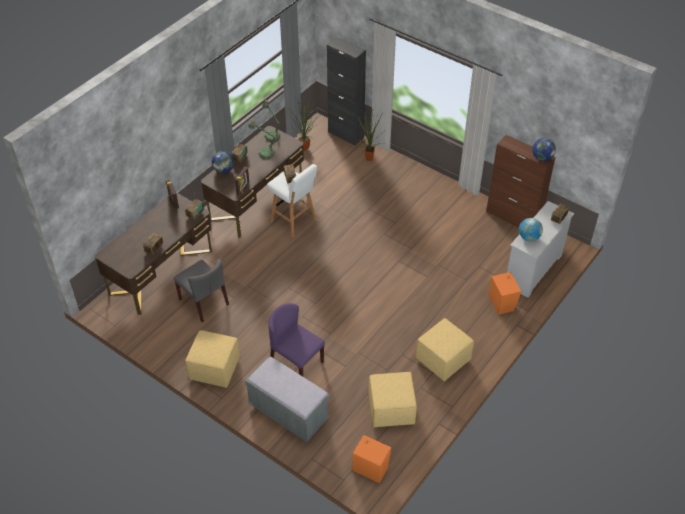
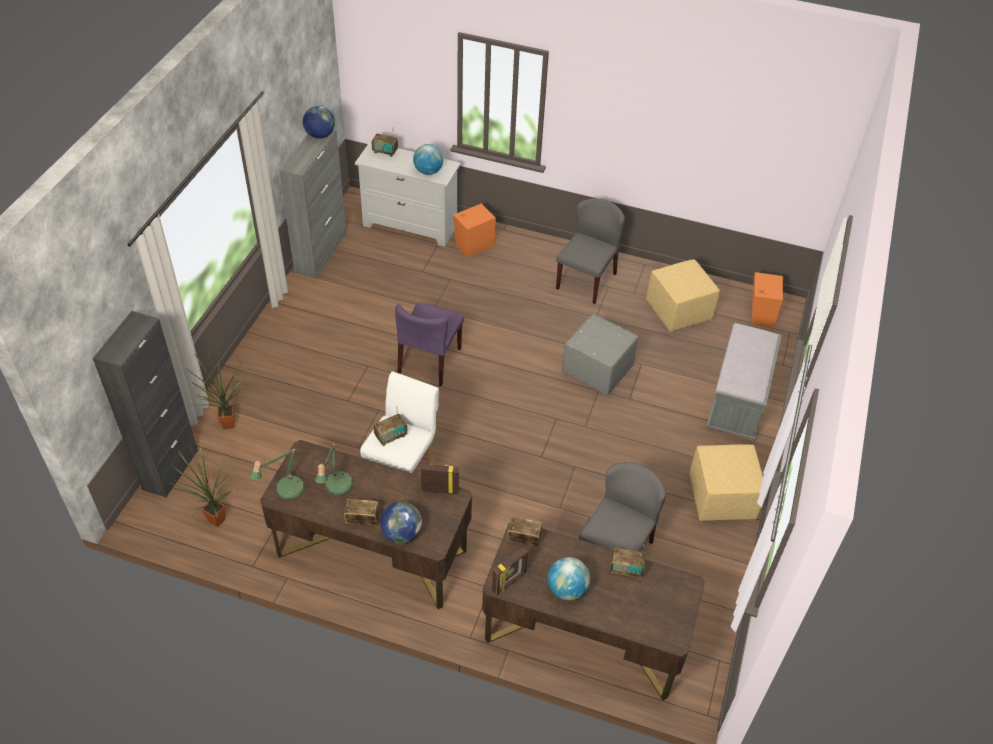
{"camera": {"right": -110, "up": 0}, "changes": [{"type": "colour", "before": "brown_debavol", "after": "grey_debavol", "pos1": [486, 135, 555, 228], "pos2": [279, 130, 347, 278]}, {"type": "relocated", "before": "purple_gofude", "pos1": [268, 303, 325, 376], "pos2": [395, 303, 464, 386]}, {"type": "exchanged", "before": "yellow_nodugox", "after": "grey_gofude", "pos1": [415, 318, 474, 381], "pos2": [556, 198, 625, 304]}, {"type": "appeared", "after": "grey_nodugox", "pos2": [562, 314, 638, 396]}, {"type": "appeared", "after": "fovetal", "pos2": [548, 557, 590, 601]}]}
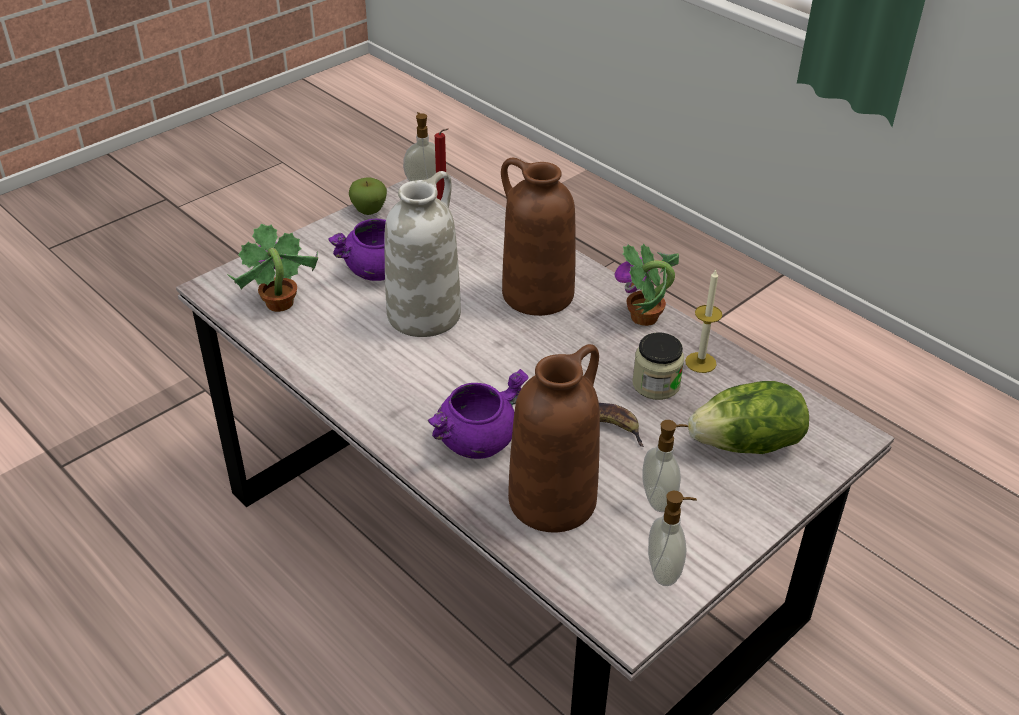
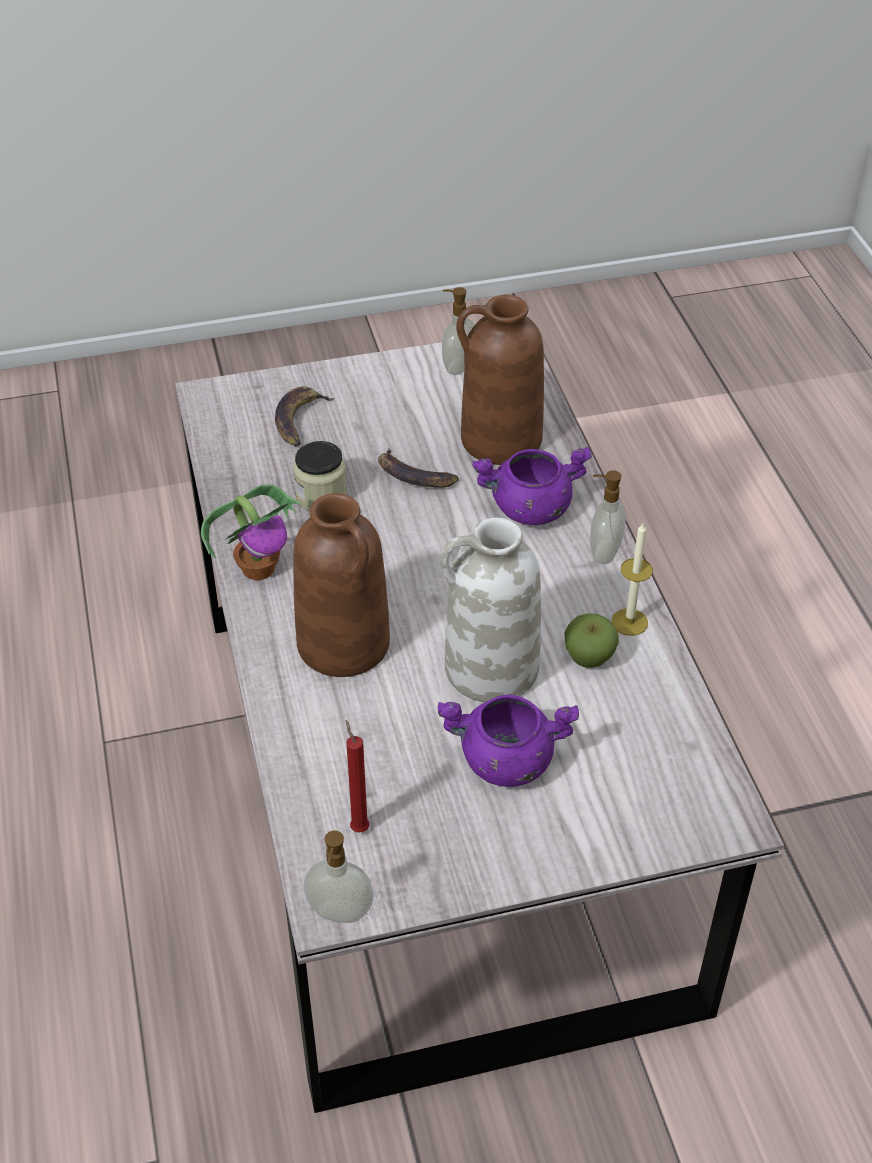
{"camera": {"right": -150, "up": 5}, "changes": [{"type": "relocated", "before": "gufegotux", "pos1": [349, 177, 387, 215], "pos2": [564, 614, 619, 668]}, {"type": "missing", "before": "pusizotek", "pos1": [227, 223, 318, 312]}, {"type": "relocated", "before": "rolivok", "pos1": [685, 269, 722, 373], "pos2": [611, 523, 653, 636]}, {"type": "exchanged", "before": "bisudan", "after": "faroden", "pos1": [688, 381, 809, 454], "pos2": [275, 386, 335, 446]}, {"type": "relocated", "before": "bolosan", "pos1": [642, 420, 688, 512], "pos2": [590, 470, 626, 564]}]}
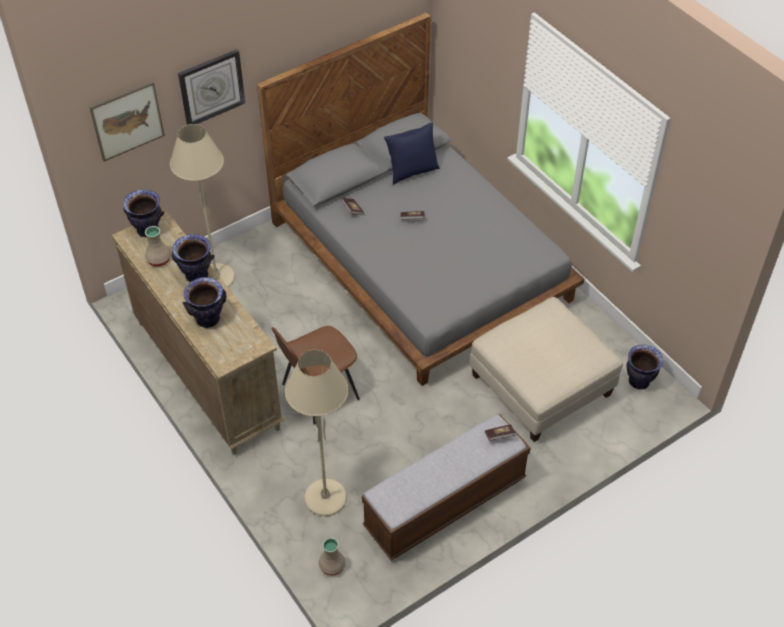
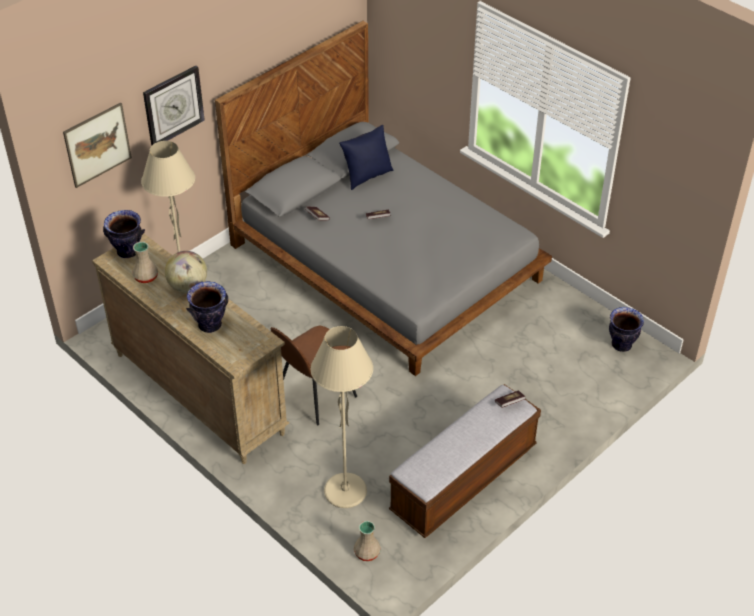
{"camera": {"right": -10, "up": -5}, "changes": [{"type": "exchanged", "before": "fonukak", "after": "fovetal", "pos1": [172, 234, 215, 282], "pos2": [165, 251, 207, 293]}, {"type": "missing", "before": "beige_nodugox", "pos1": [470, 297, 623, 442]}]}
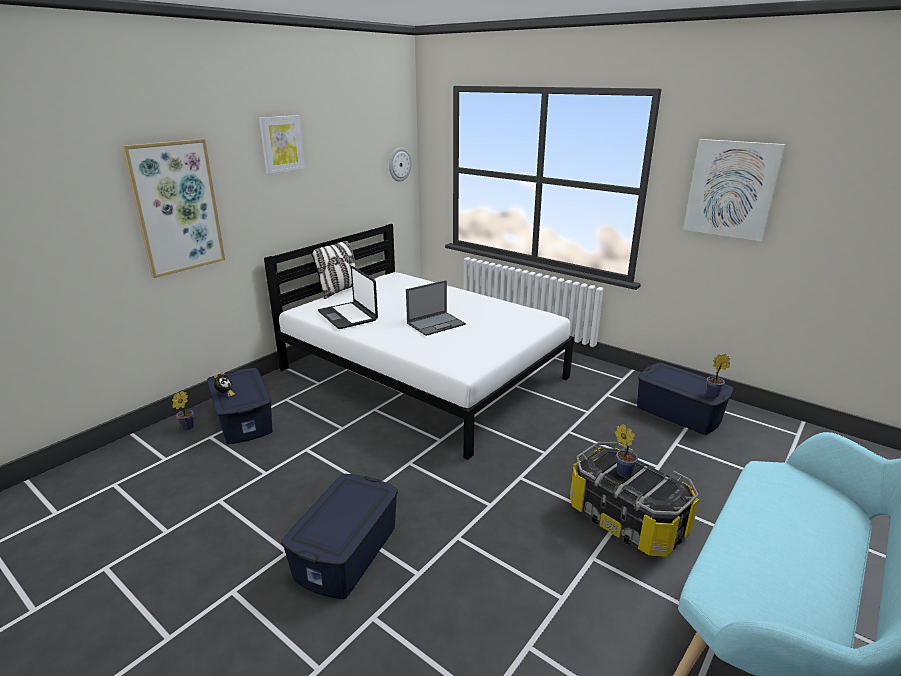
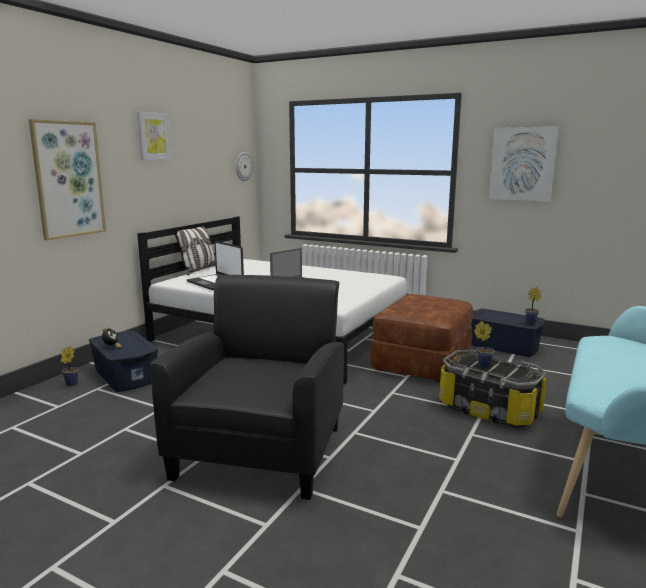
{"camera": {"right": -10, "up": -10}, "changes": [{"type": "exchanged", "before": "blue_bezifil", "after": "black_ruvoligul", "pos1": [281, 474, 398, 599], "pos2": [150, 275, 344, 500]}, {"type": "appeared", "after": "brown_nodugox", "pos2": [370, 294, 473, 383]}]}
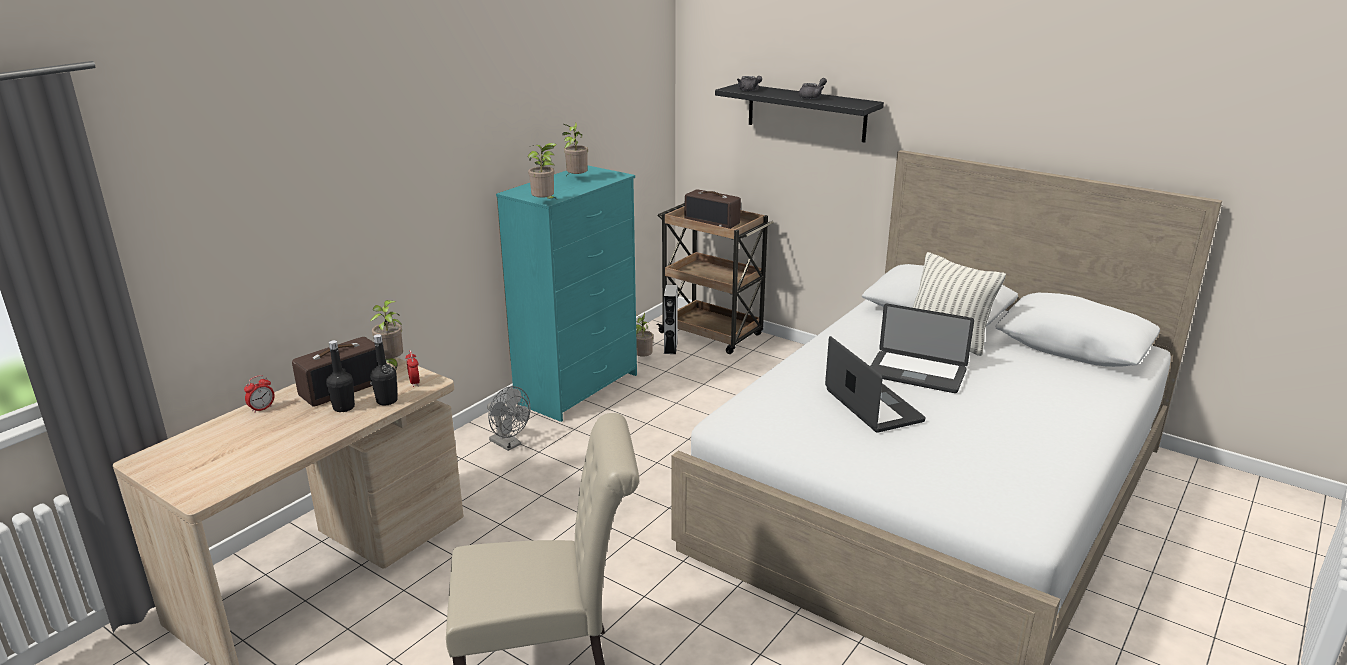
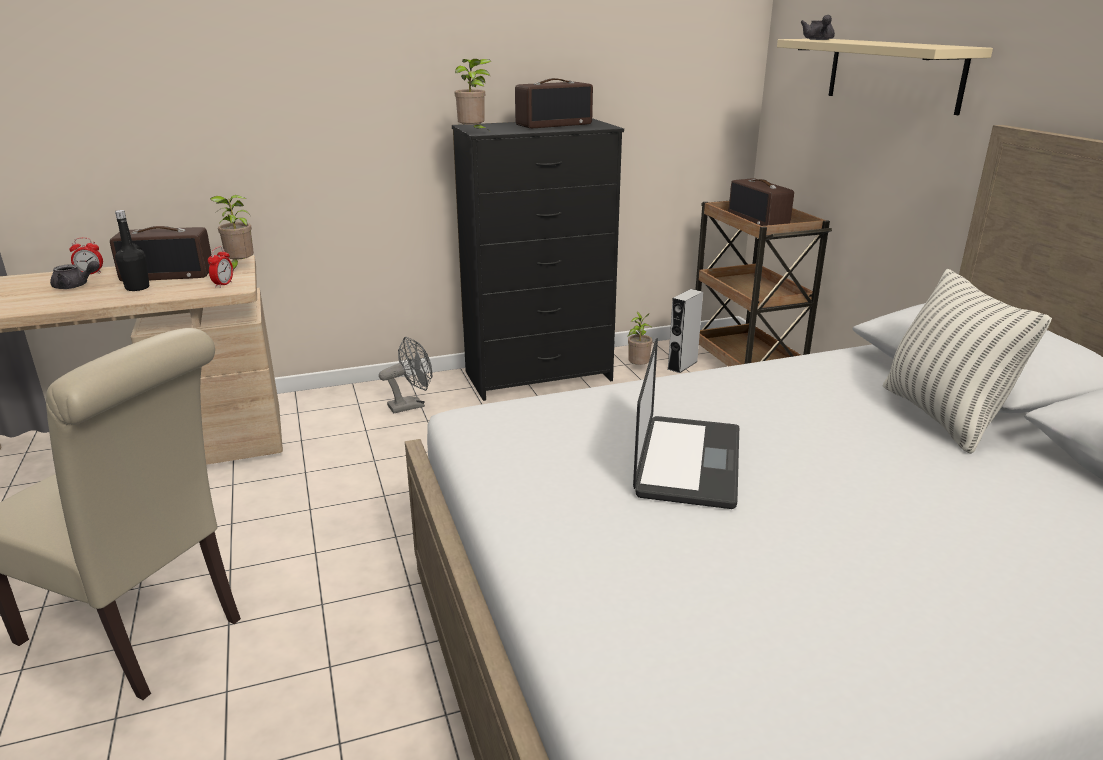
{"camera": {"right": 35, "up": 0}, "changes": [{"type": "relocated", "before": "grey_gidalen", "pos1": [798, 78, 827, 99], "pos2": [50, 261, 100, 289]}, {"type": "colour", "before": "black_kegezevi", "after": "beige_kegezevi", "pos1": [715, 84, 884, 143], "pos2": [777, 39, 993, 115]}, {"type": "exchanged", "before": "pusizotek", "after": "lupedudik", "pos1": [563, 123, 588, 177], "pos2": [515, 78, 593, 128]}, {"type": "colour", "before": "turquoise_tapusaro", "after": "black_tapusaro", "pos1": [496, 166, 637, 422], "pos2": [452, 119, 624, 401]}, {"type": "missing", "before": "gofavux", "pos1": [870, 304, 974, 393]}, {"type": "missing", "before": "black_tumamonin", "pos1": [370, 334, 398, 405]}, {"type": "spun", "before": "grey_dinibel", "pos1": [487, 386, 530, 451], "pos2": [379, 337, 432, 413], "turn": -105}]}
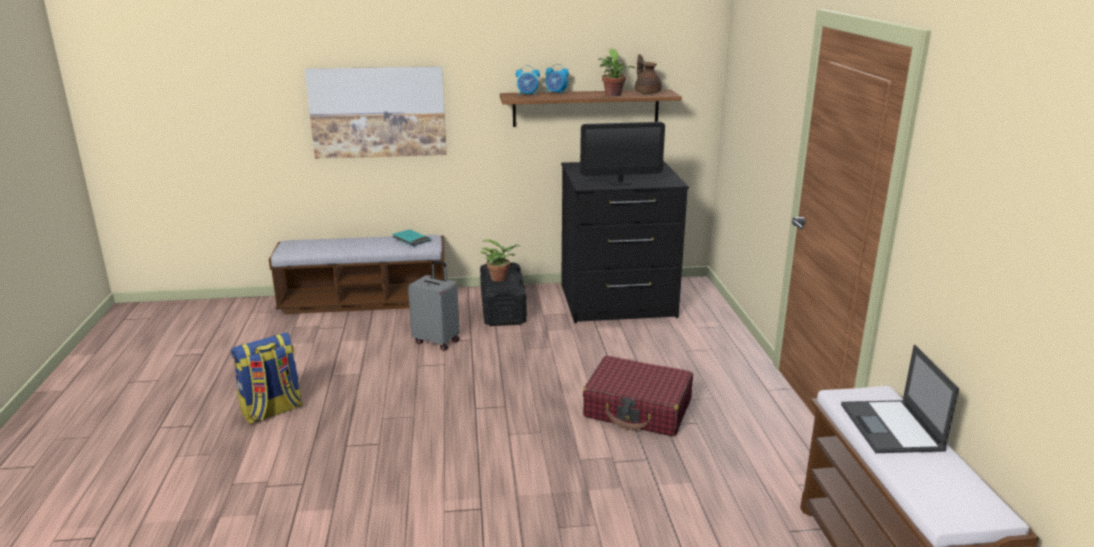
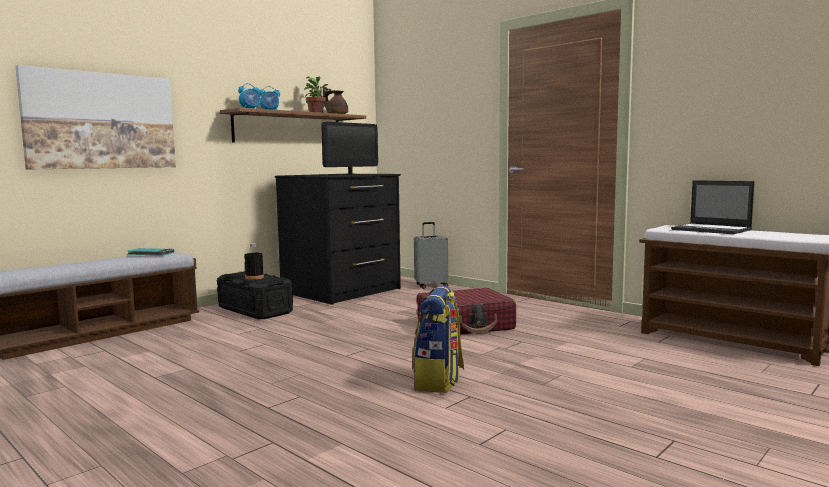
{"camera": {"right": -40, "up": -15}, "changes": [{"type": "exchanged", "before": "pusizotek", "after": "black_tumamonin", "pos1": [480, 239, 520, 282], "pos2": [244, 243, 264, 280]}, {"type": "relocated", "before": "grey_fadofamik", "pos1": [408, 260, 459, 351], "pos2": [414, 222, 448, 289]}, {"type": "relocated", "before": "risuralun", "pos1": [231, 332, 303, 424], "pos2": [412, 285, 464, 393]}]}
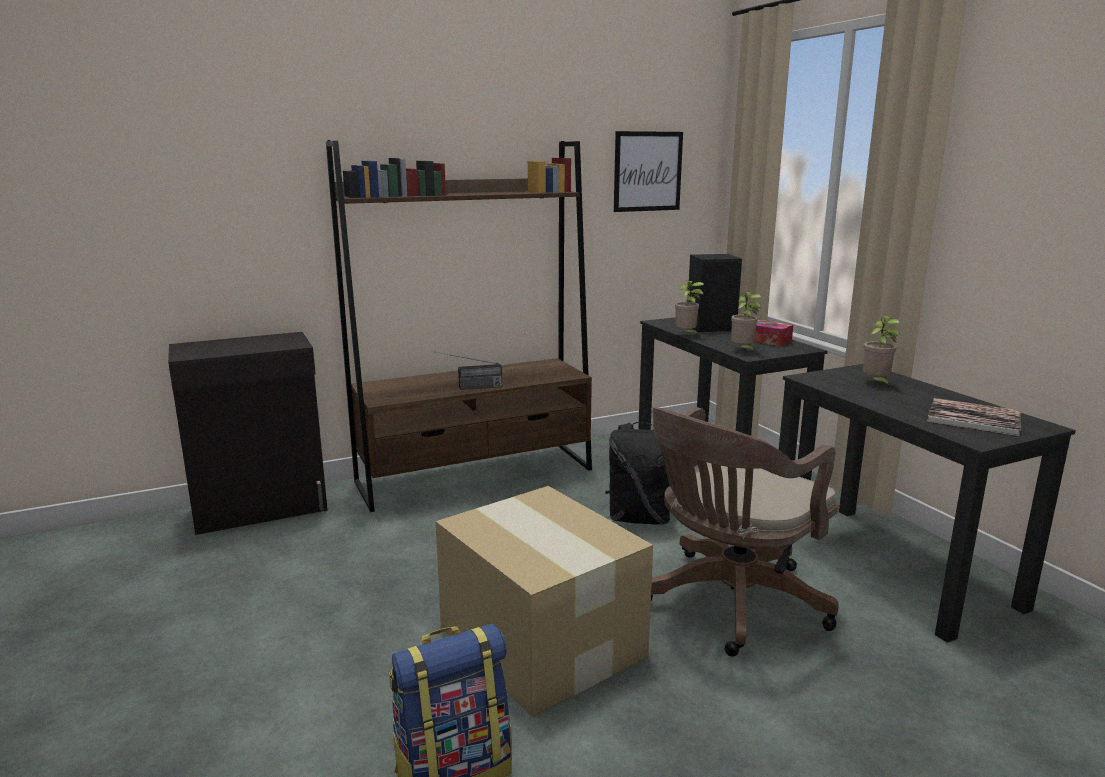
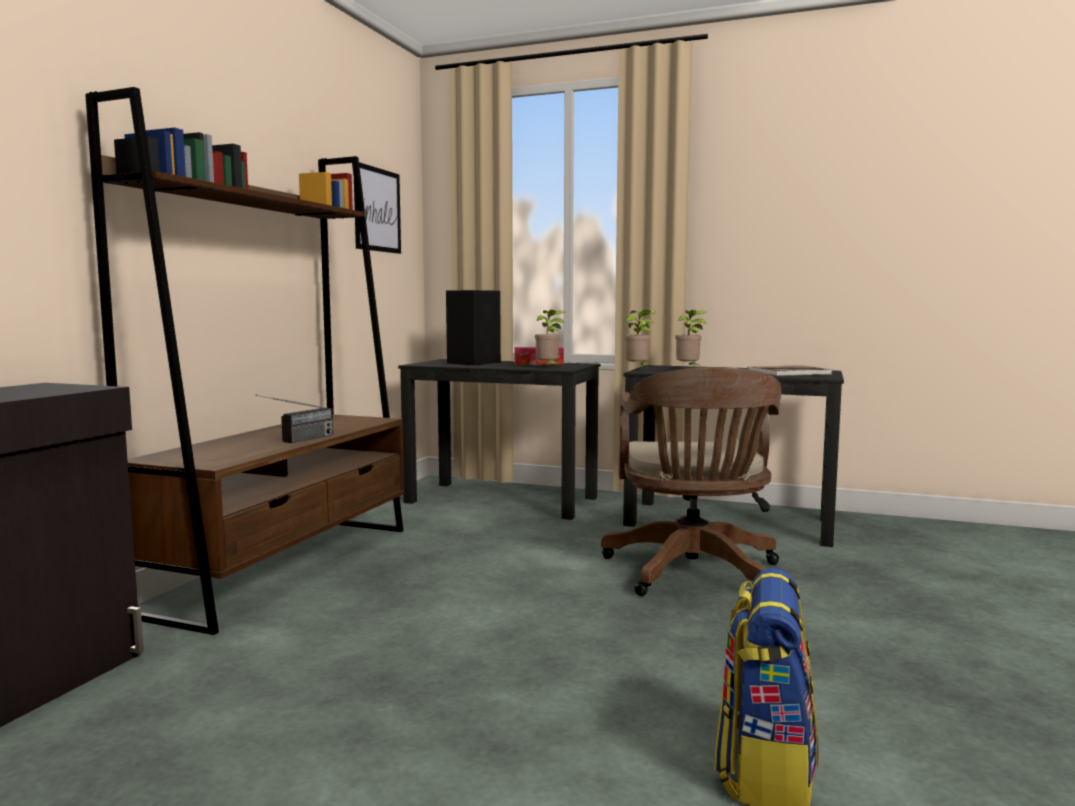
{"camera": {"right": -45, "up": -10}, "changes": [{"type": "relocated", "before": "pusizotek", "pos1": [675, 280, 704, 335], "pos2": [625, 310, 656, 368]}, {"type": "missing", "before": "black_risuralun", "pos1": [605, 422, 670, 525]}, {"type": "missing", "before": "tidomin", "pos1": [435, 486, 653, 717]}]}
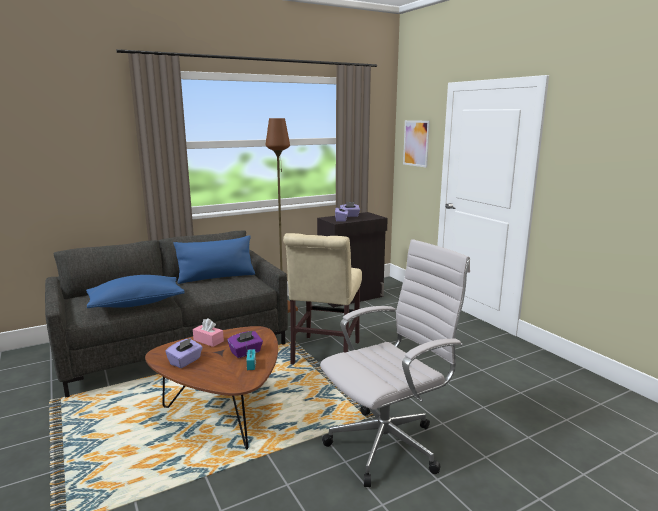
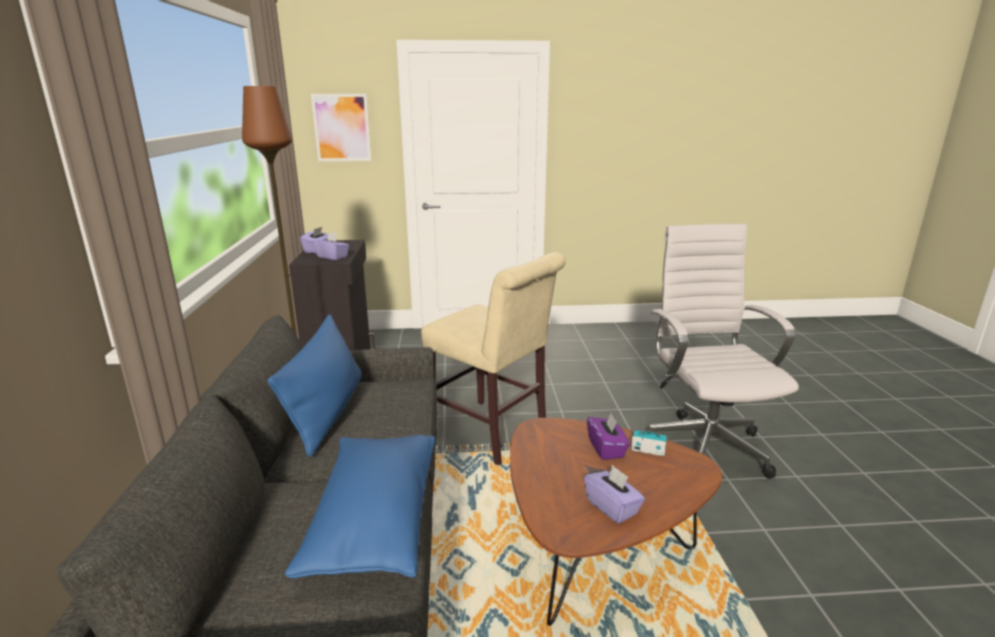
{"camera": {"right": -65, "up": 5}, "changes": [{"type": "missing", "before": "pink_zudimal", "pos1": [193, 318, 224, 347]}]}
